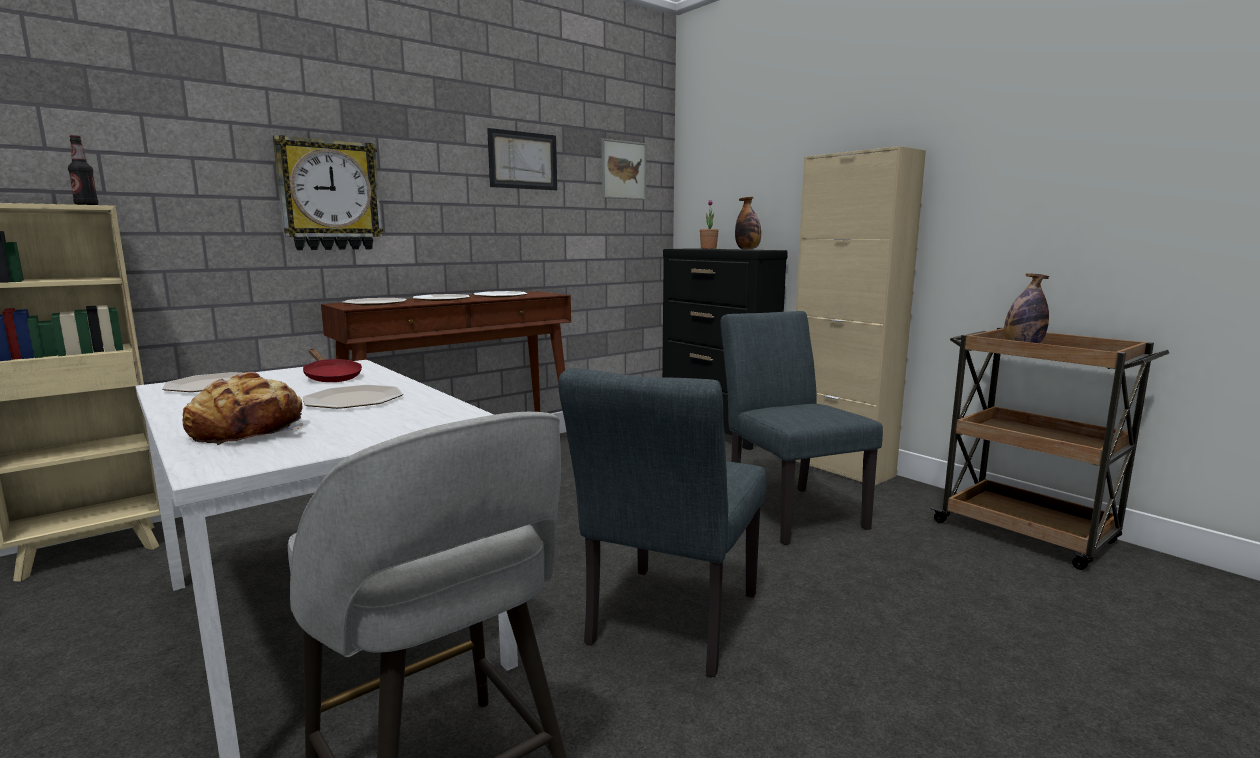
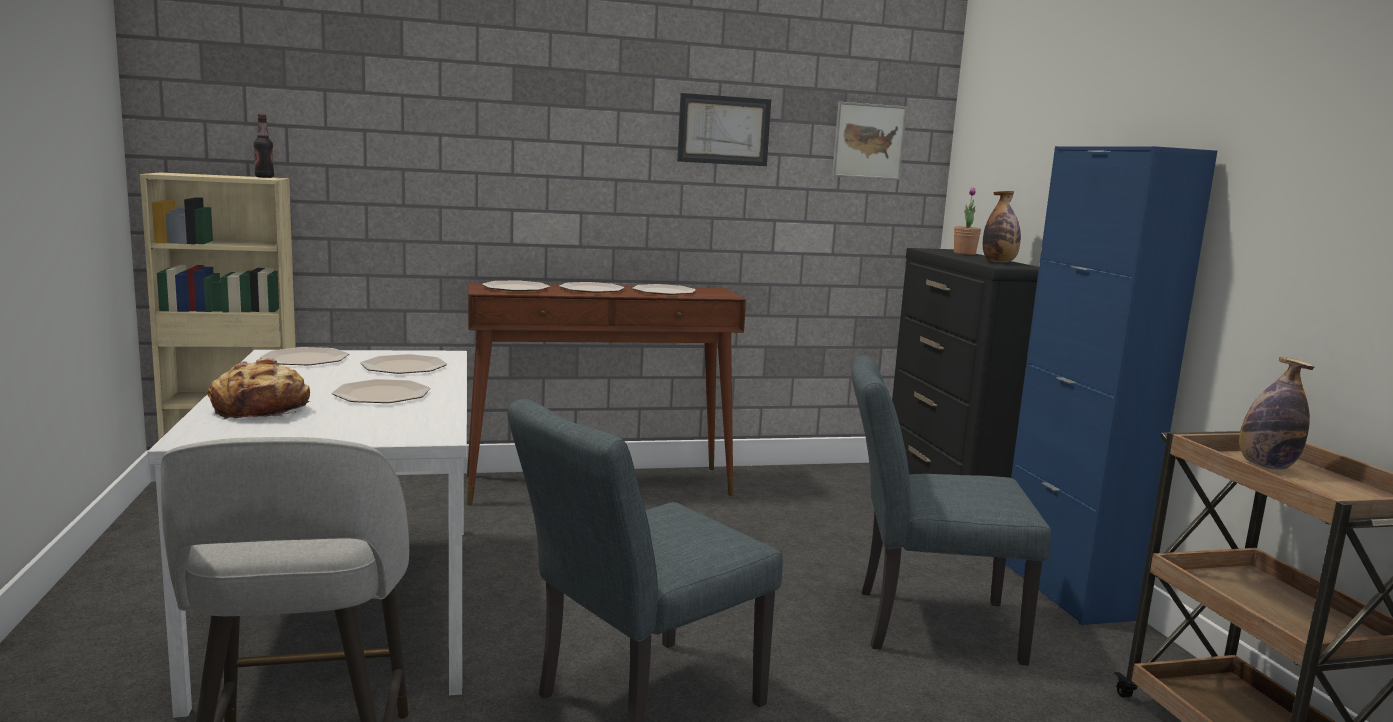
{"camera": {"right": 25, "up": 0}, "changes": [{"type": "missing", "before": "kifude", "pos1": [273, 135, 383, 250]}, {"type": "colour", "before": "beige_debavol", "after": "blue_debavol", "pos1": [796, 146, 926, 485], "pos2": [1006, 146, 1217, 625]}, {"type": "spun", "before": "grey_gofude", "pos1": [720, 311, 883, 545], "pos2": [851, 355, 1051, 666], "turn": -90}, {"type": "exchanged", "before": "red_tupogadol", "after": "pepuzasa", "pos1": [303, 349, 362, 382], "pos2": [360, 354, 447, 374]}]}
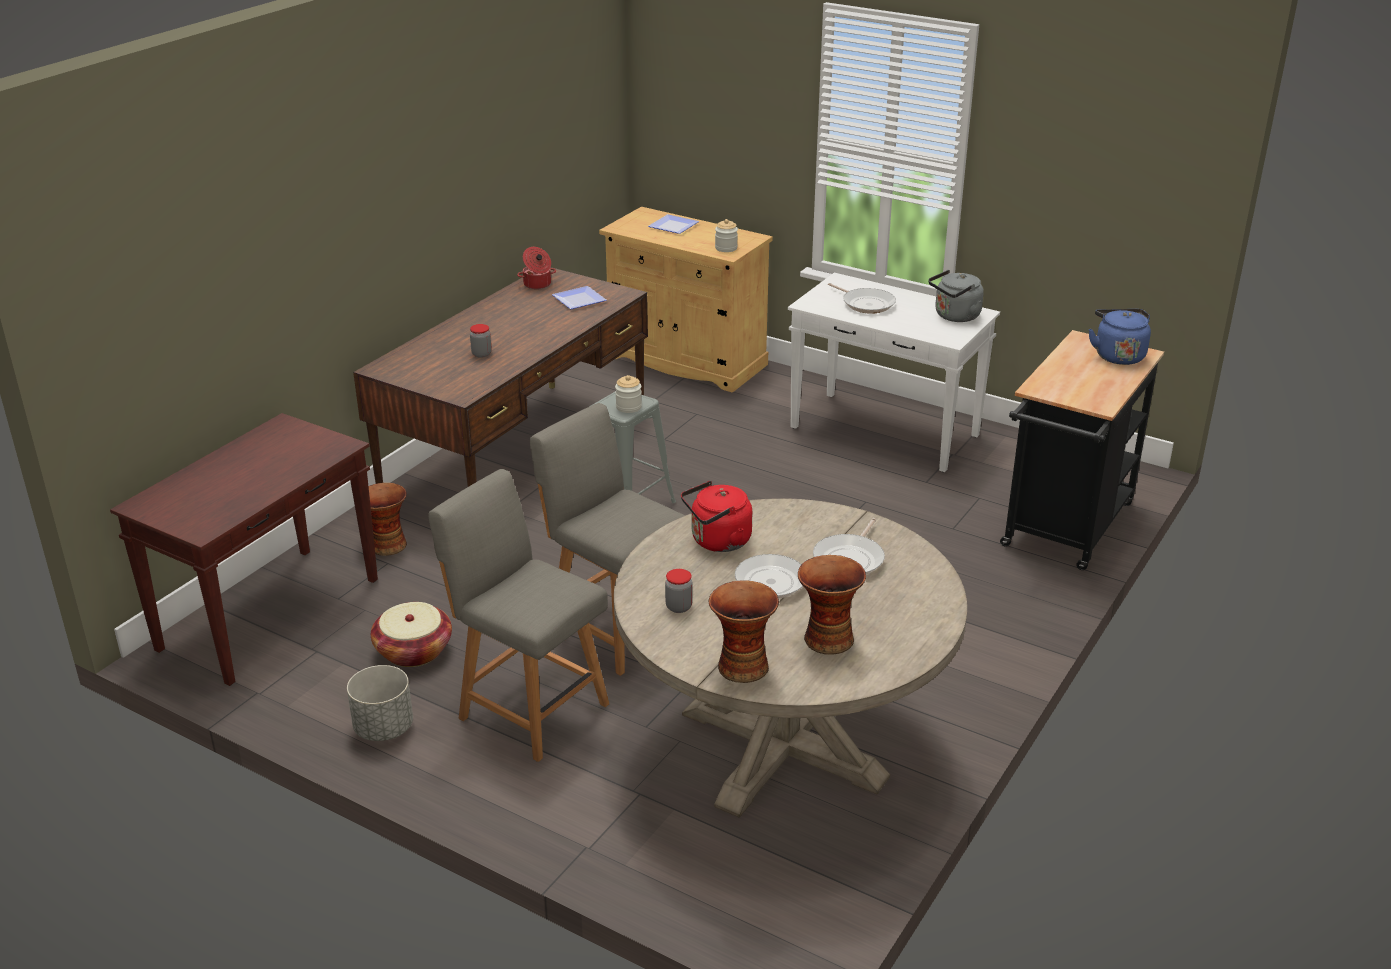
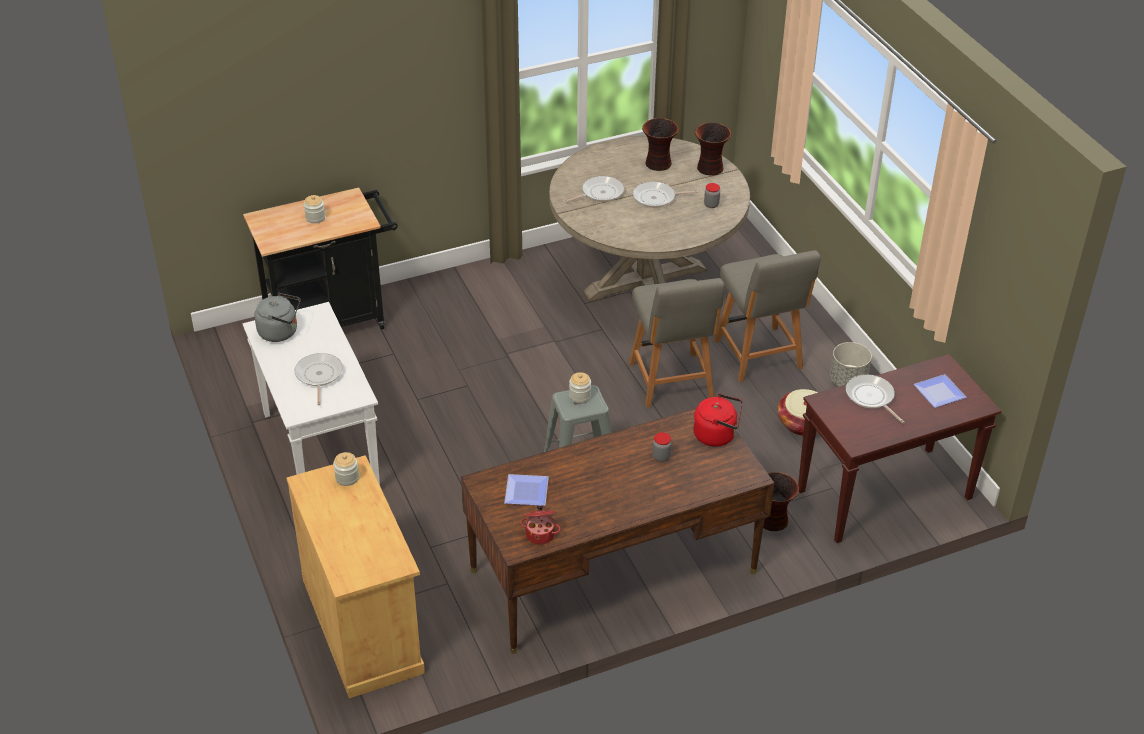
{"camera": {"right": -145, "up": 10}, "changes": [{"type": "relocated", "before": "pepuzasa", "pos1": [648, 214, 699, 234], "pos2": [913, 374, 967, 408]}, {"type": "missing", "before": "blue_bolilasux", "pos1": [1089, 309, 1151, 365]}, {"type": "relocated", "before": "red_bolilasux", "pos1": [681, 481, 752, 552], "pos2": [693, 394, 743, 447]}, {"type": "appeared", "after": "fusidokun", "pos2": [304, 195, 325, 223]}, {"type": "appeared", "after": "tupogadol", "pos2": [846, 374, 904, 423]}]}
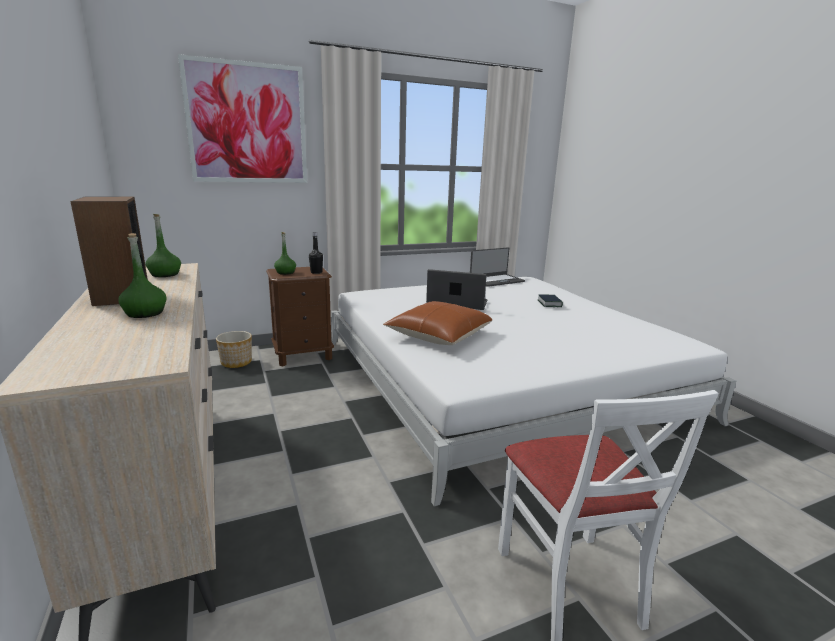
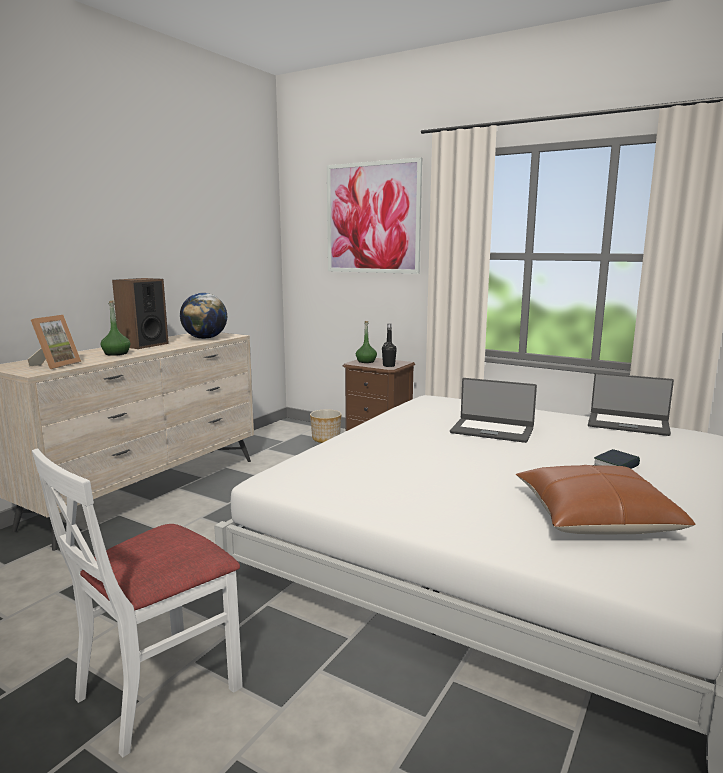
{"camera": {"right": 55, "up": -5}, "changes": [{"type": "exchanged", "before": "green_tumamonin", "after": "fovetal", "pos1": [146, 214, 181, 277], "pos2": [180, 293, 227, 339]}, {"type": "spun", "before": "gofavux", "pos1": [426, 269, 488, 310], "pos2": [450, 378, 537, 443], "turn": 135}, {"type": "relocated", "before": "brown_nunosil", "pos1": [383, 301, 492, 345], "pos2": [516, 465, 696, 534]}, {"type": "appeared", "after": "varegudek", "pos2": [28, 315, 81, 369]}]}
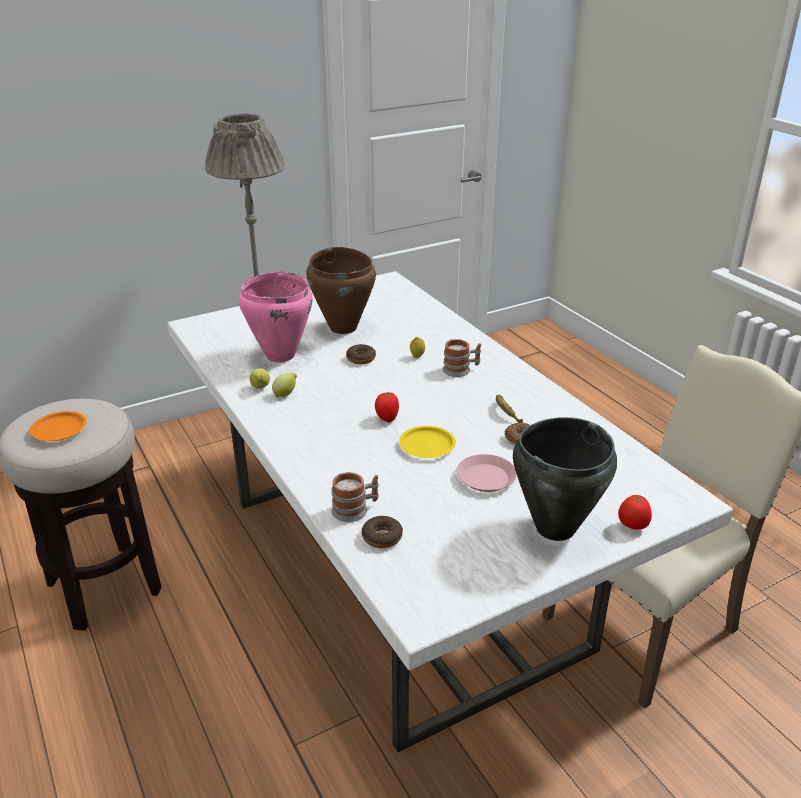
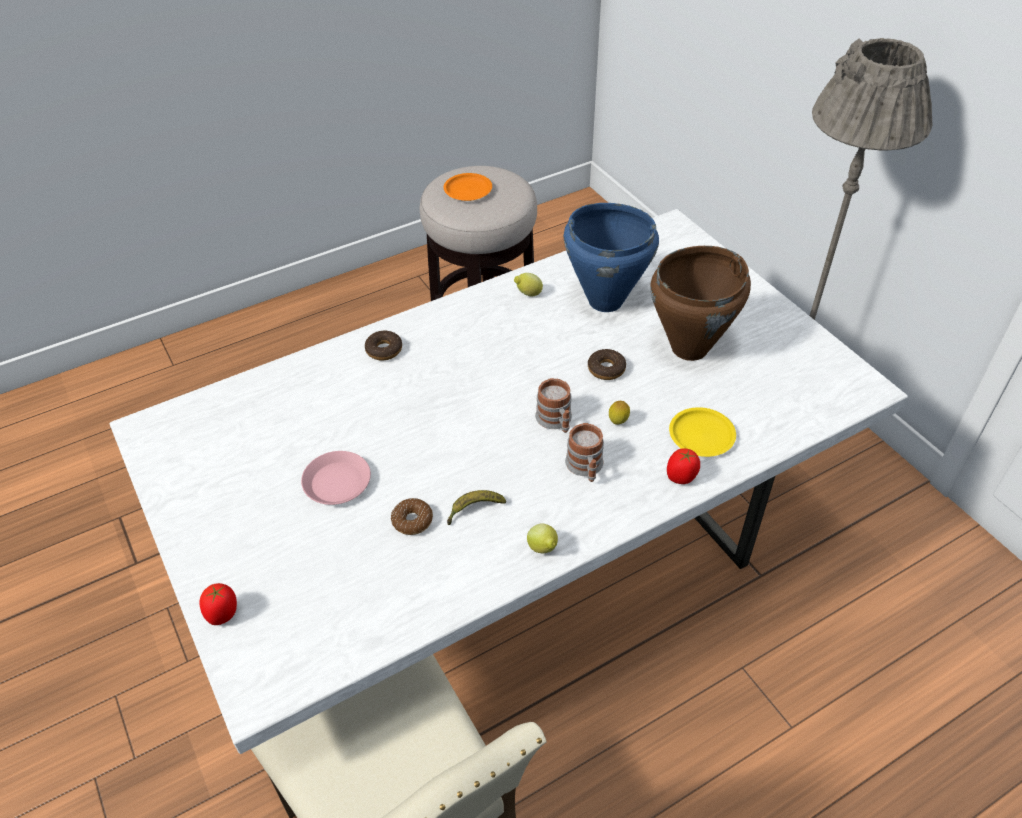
{"camera": {"right": 90, "up": 15}, "changes": [{"type": "colour", "before": "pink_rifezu", "after": "blue_rifezu", "pos1": [239, 271, 313, 362], "pos2": [564, 203, 659, 312]}, {"type": "relocated", "before": "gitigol", "pos1": [272, 373, 297, 397], "pos2": [527, 523, 558, 553]}, {"type": "relocated", "before": "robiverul", "pos1": [375, 392, 399, 422], "pos2": [667, 448, 700, 484]}, {"type": "missing", "before": "black_rifezu", "pos1": [513, 417, 617, 541]}, {"type": "relocated", "before": "yellow_pepuzasa", "pos1": [399, 426, 456, 458], "pos2": [669, 407, 736, 457]}, {"type": "relocated", "before": "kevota", "pos1": [331, 472, 379, 522], "pos2": [535, 378, 572, 433]}, {"type": "relocated", "before": "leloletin", "pos1": [362, 516, 403, 548], "pos2": [365, 331, 402, 361]}]}
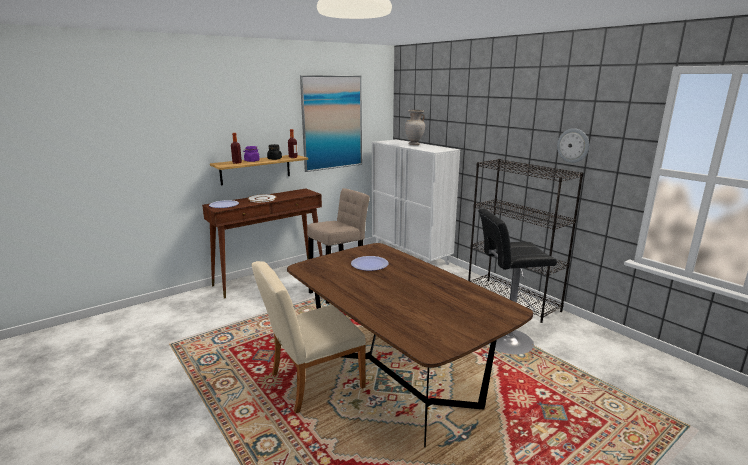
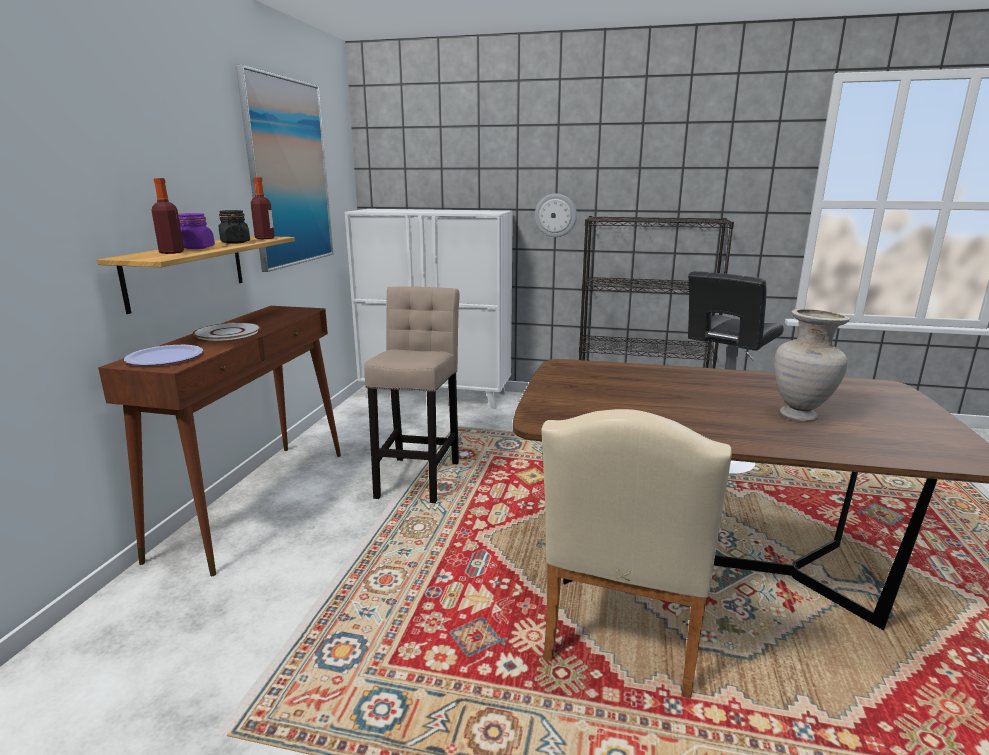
{"camera": {"right": -40, "up": 0}, "changes": [{"type": "relocated", "before": "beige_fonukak", "pos1": [405, 110, 425, 145], "pos2": [774, 309, 851, 422]}, {"type": "relocated", "before": "kifude", "pos1": [557, 128, 589, 163], "pos2": [535, 194, 577, 237]}, {"type": "missing", "before": "pepuzasa", "pos1": [351, 256, 389, 271]}]}
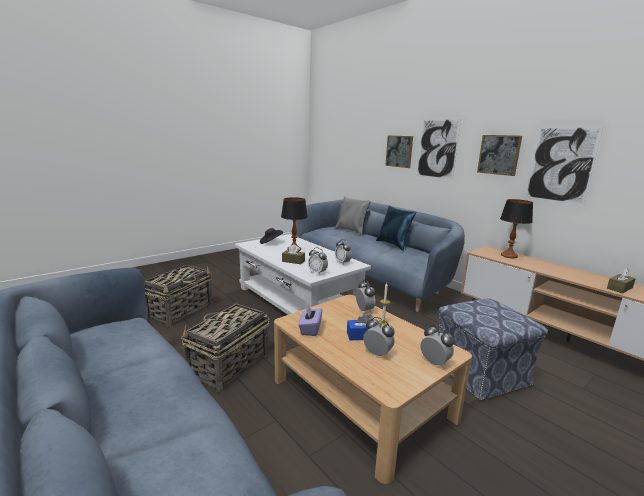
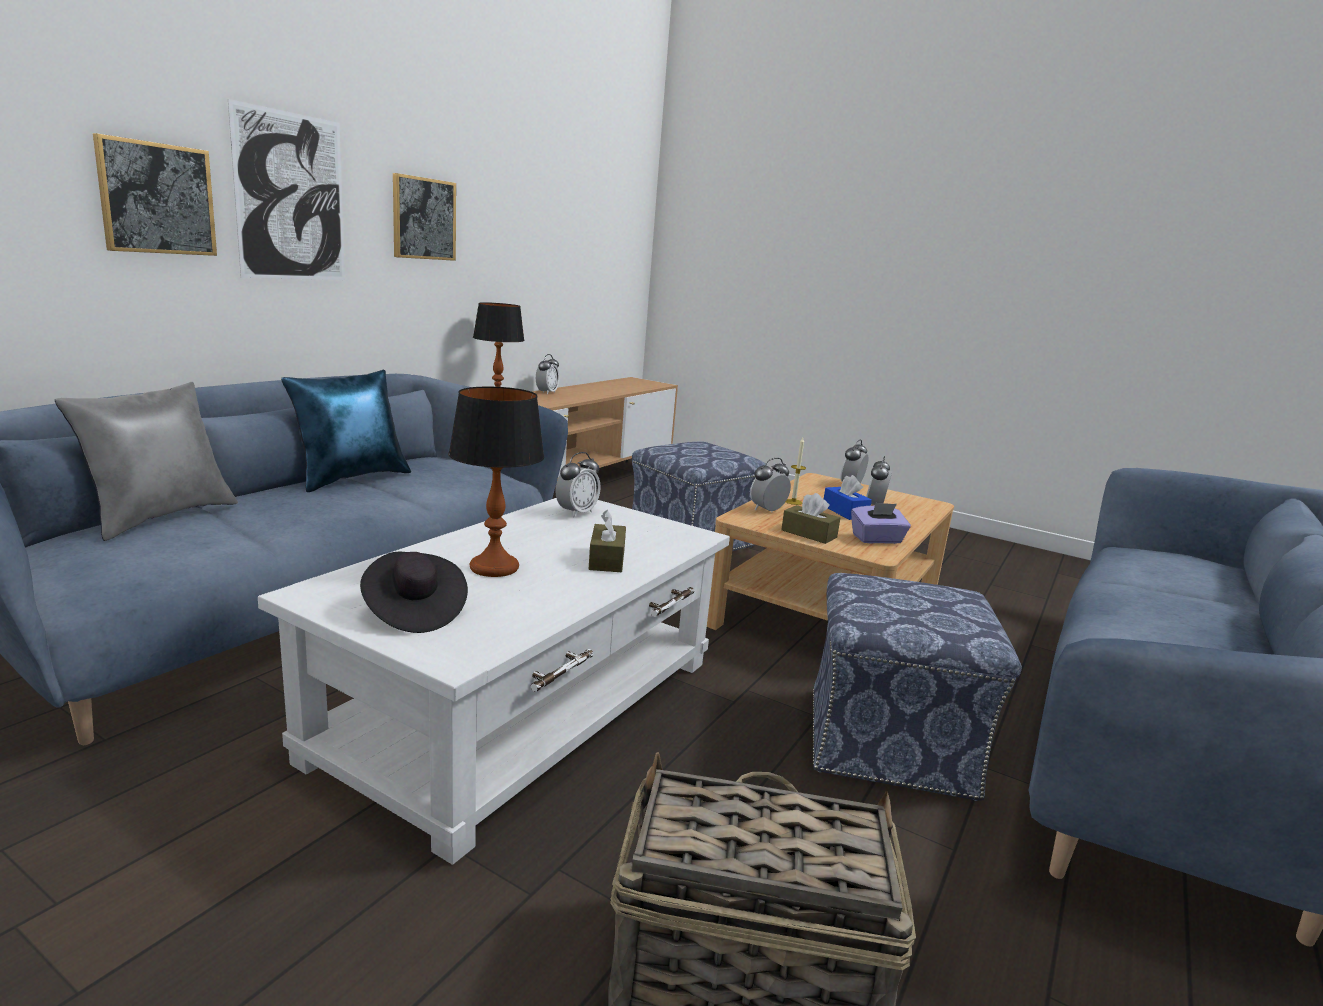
{"camera": {"right": -110, "up": 0}, "changes": [{"type": "missing", "before": "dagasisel", "pos1": [525, 126, 603, 206]}, {"type": "relocated", "before": "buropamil", "pos1": [308, 247, 328, 275], "pos2": [536, 354, 560, 395]}, {"type": "relocated", "before": "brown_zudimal", "pos1": [607, 268, 636, 293], "pos2": [781, 493, 840, 544]}, {"type": "exchanged", "before": "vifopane", "after": "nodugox", "pos1": [181, 299, 270, 393], "pos2": [813, 573, 1022, 801]}]}
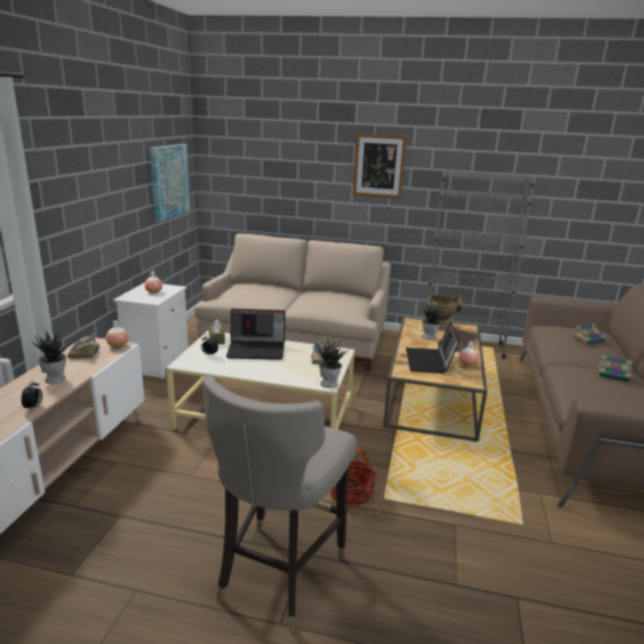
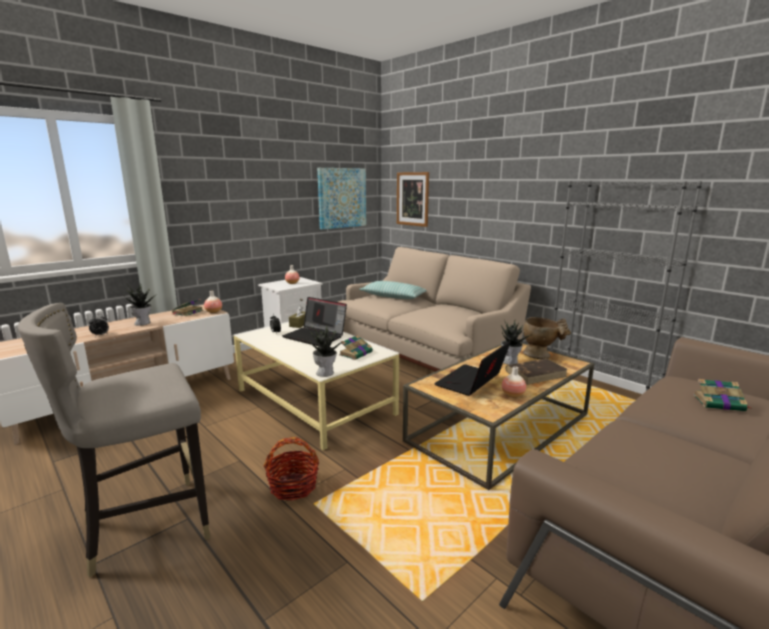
{"camera": {"right": 35, "up": -5}, "changes": [{"type": "relocated", "before": "dagasisel", "pos1": [353, 133, 407, 199], "pos2": [397, 172, 429, 227]}, {"type": "missing", "before": "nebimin", "pos1": [598, 355, 635, 382]}, {"type": "appeared", "after": "nunosil", "pos2": [359, 281, 427, 299]}]}
